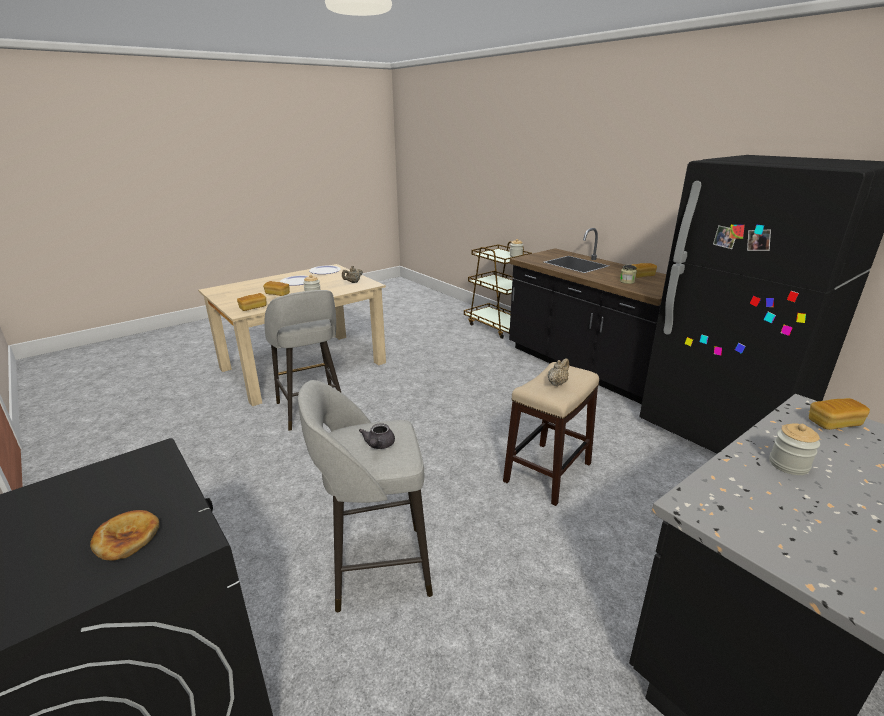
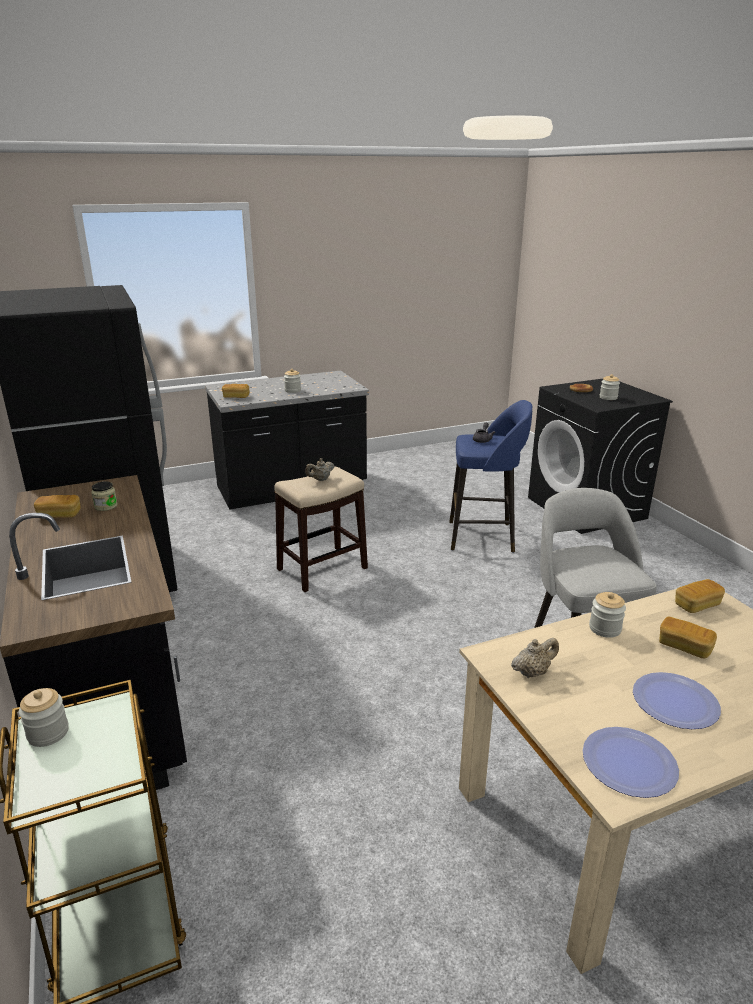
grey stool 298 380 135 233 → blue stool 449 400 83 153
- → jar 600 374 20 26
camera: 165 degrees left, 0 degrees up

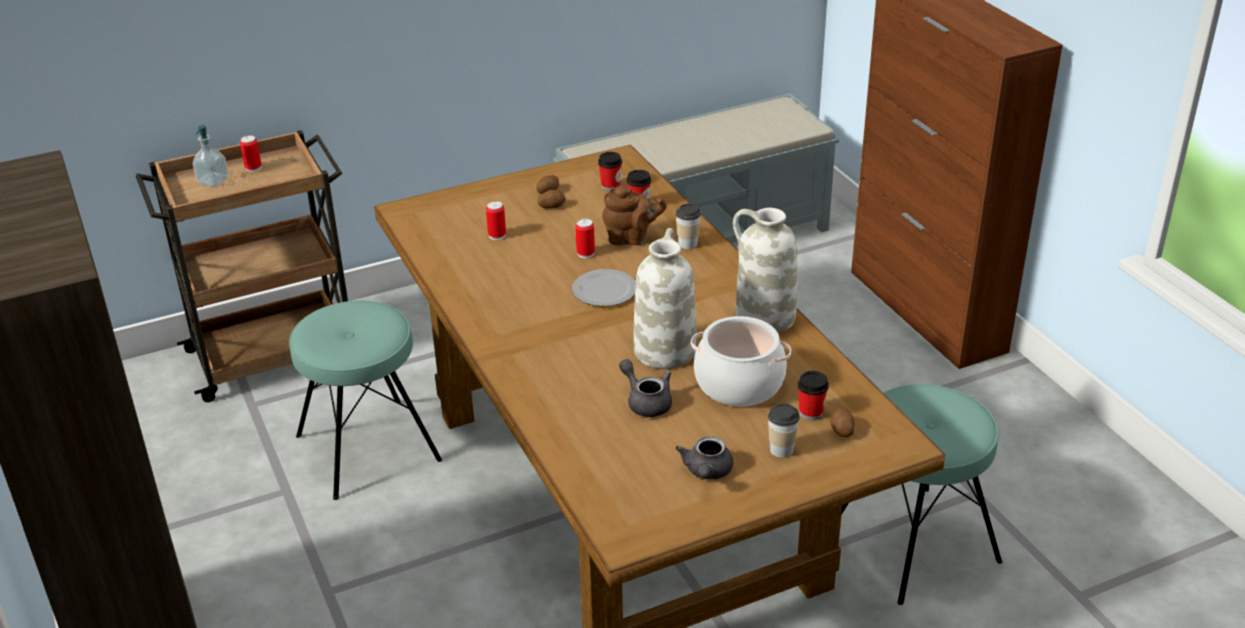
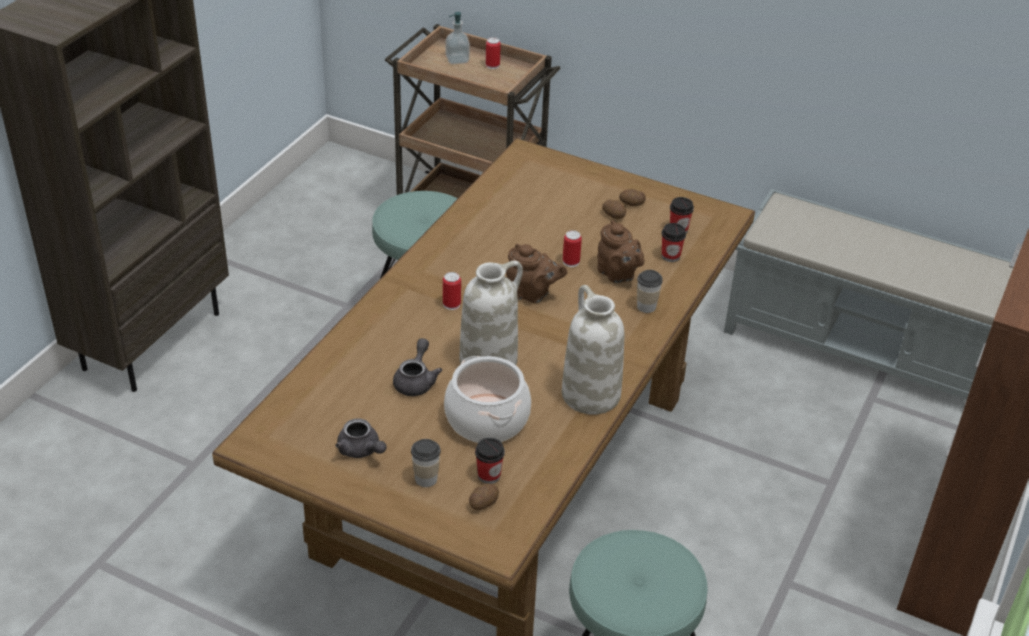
can 486 201 20 39 → can 443 272 18 38, moved
plate 572 269 64 37 → brown teapot 506 244 61 59
grey teapot 675 436 58 44 → grey teapot 335 418 52 40, 105 degrees counterclockwise
camera: 50 degrees right, 5 degrees up

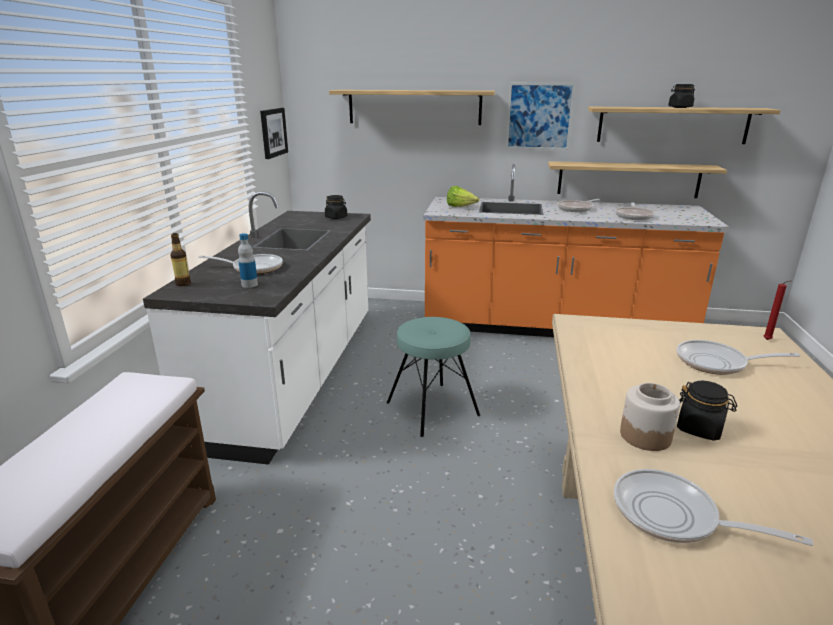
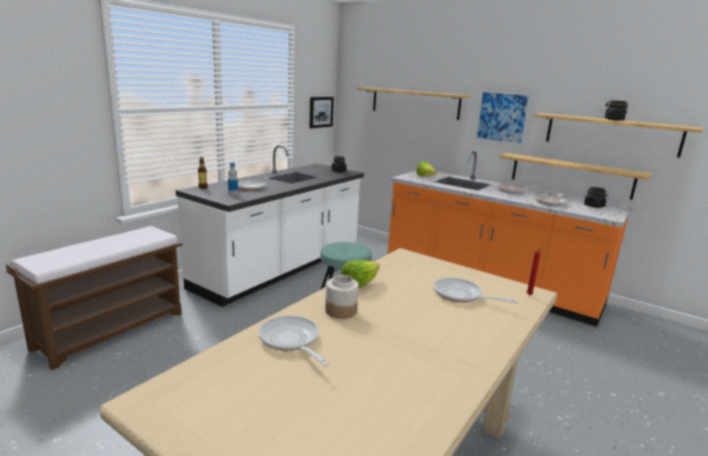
black jar 677 381 60 60 → black jar 584 187 24 21, moved
- → lettuce 341 260 39 28
camera: 25 degrees right, 5 degrees down

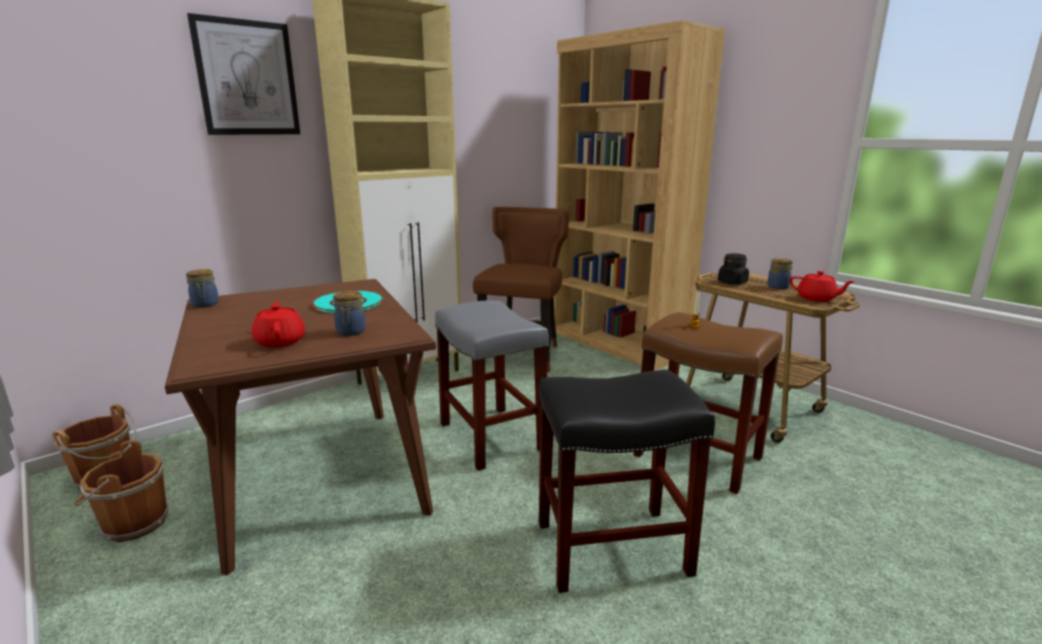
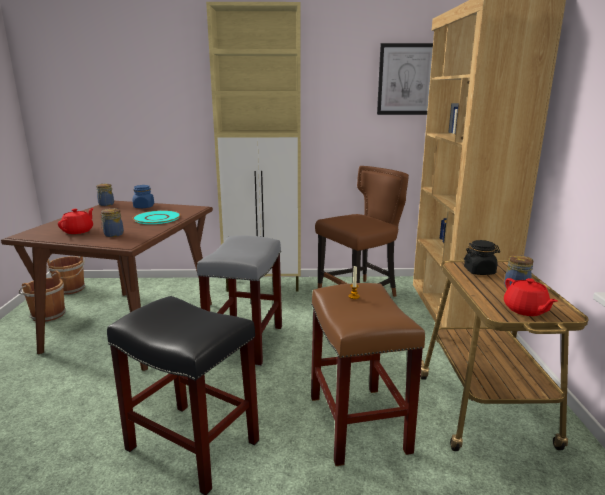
picture 187 13 113 122 → picture 377 43 56 72, moved
- → blue jar 133 185 21 23
camera: 40 degrees right, 0 degrees up

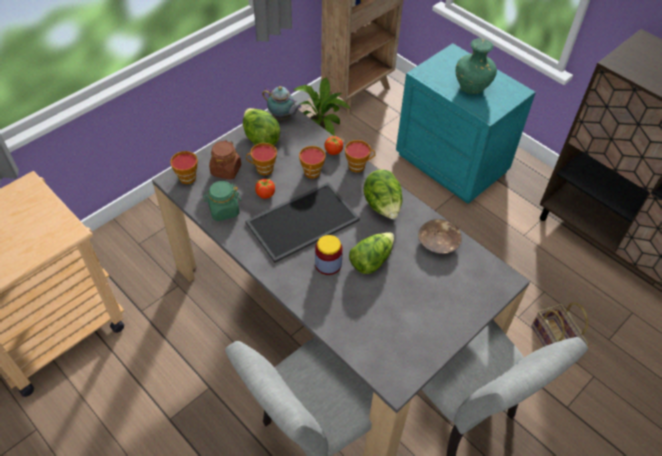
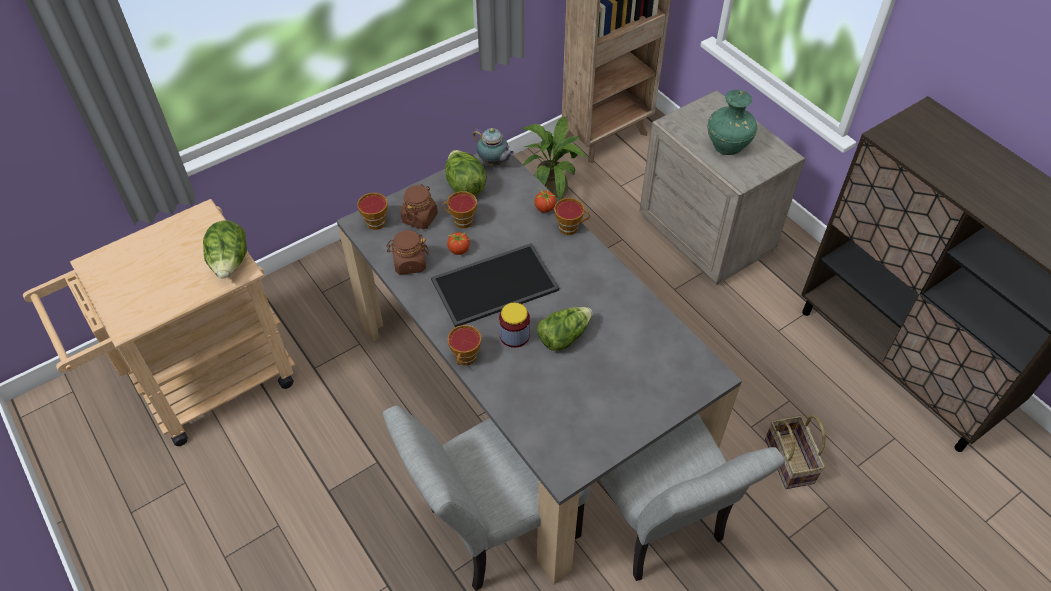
green jar 203 181 38 40 → brown jar 387 230 42 45
cup 299 146 27 33 → cup 447 325 35 41, moved
lettuce 363 169 39 50 → lettuce 203 221 44 58, moved
turquoise nightstand 396 43 140 161 → beige nightstand 639 90 166 195
brown bowl 418 219 44 35 → -
camera: 10 degrees right, 0 degrees up

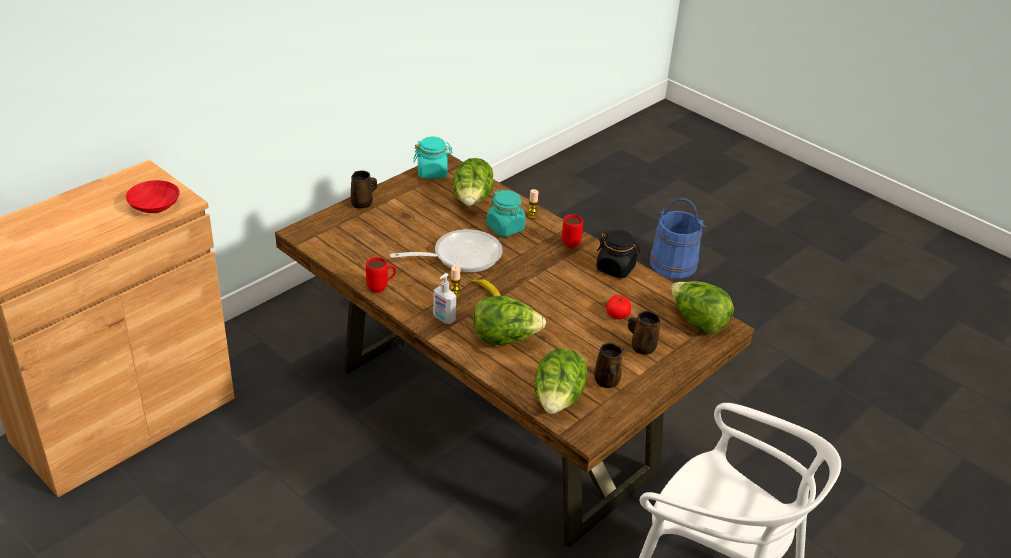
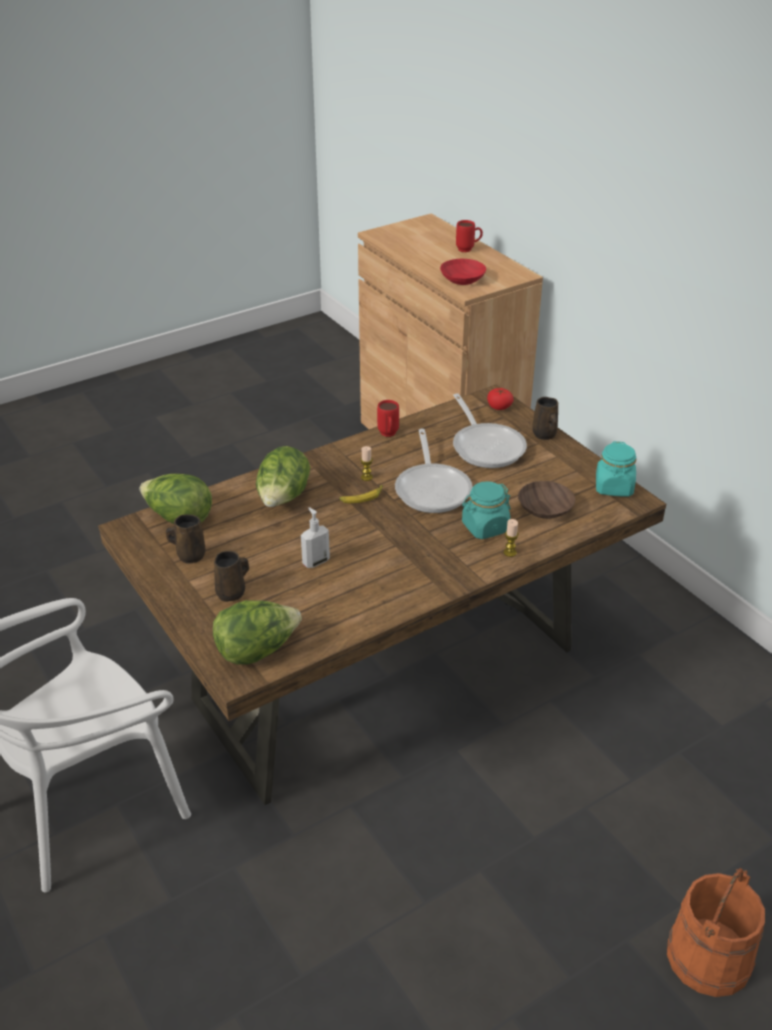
soap dispenser 433 273 23 51 → soap dispenser 301 507 29 61, moved
lettuce 453 158 41 48 → brown bowl 518 481 57 38
red mug 562 214 21 34 → red mug 456 220 27 32, moved
black jar 596 230 44 48 → -
tomato 606 295 25 24 → tomato 487 388 27 22, moved
blue bucket 650 198 56 81 → orange bucket 667 868 98 129
- → frying pan 453 393 74 75
camera: 105 degrees right, 0 degrees up

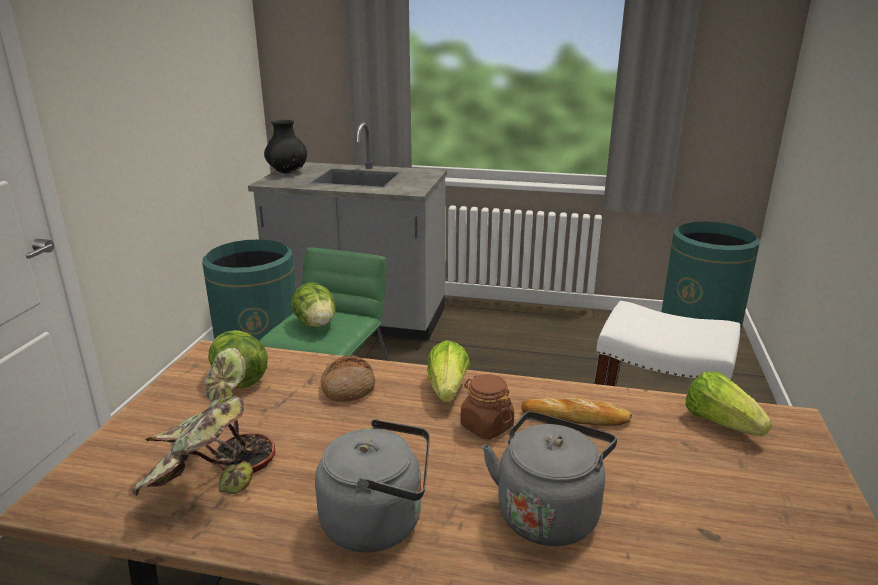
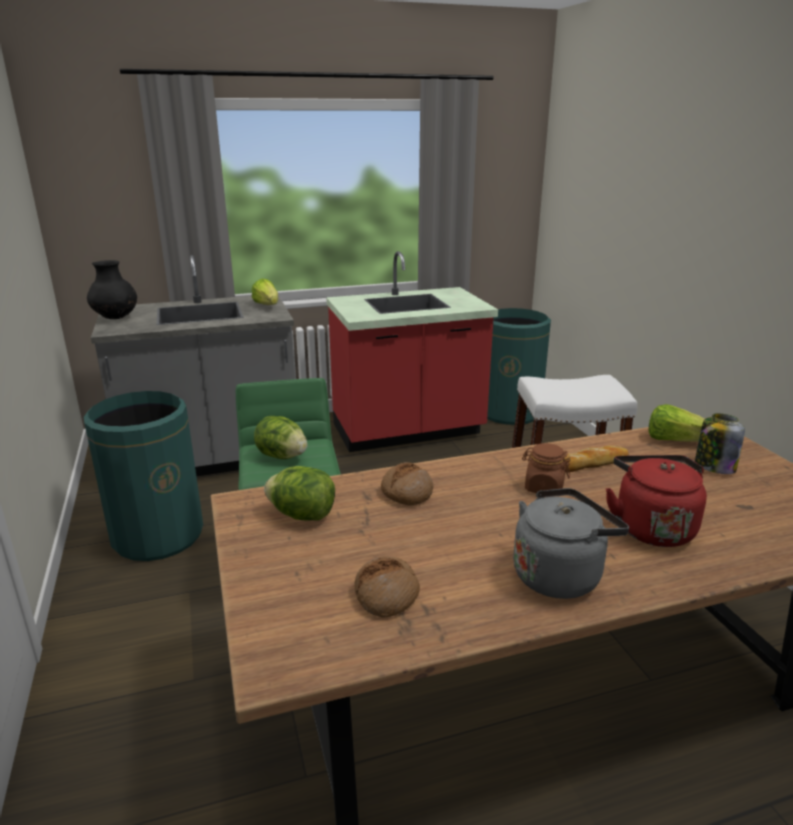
potted plant 132 348 144 148 → bread 354 556 66 62
lettuce 427 340 43 62 → lettuce 252 279 26 26, moved
grey kettle 482 411 135 135 → red kettle 606 455 101 92
- → red counter 326 251 172 201
- → jar 695 413 50 61
camera: 30 degrees left, 0 degrees up

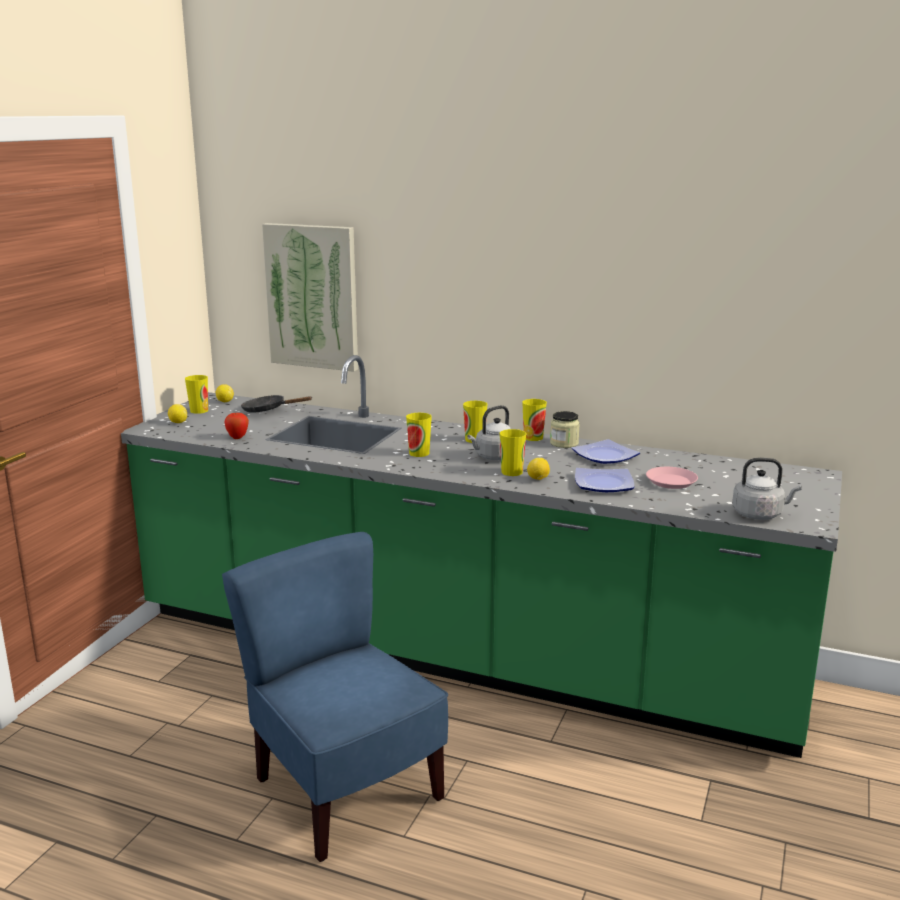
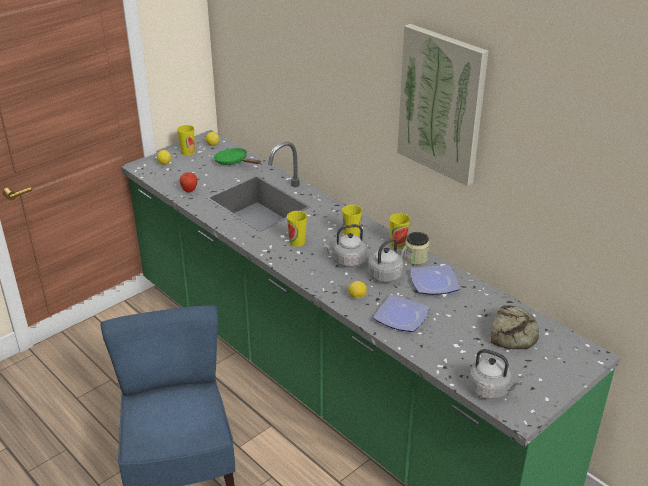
black frying pan 241 395 71 18 → green frying pan 214 148 47 17
picture 262 223 96 149 → picture 397 24 91 162, moved
cup 500 429 26 47 → -
pink plate 646 467 52 22 → -
- → grey kettle 368 238 39 45
- → bread 491 305 48 44
camera: 25 degrees right, 15 degrees up

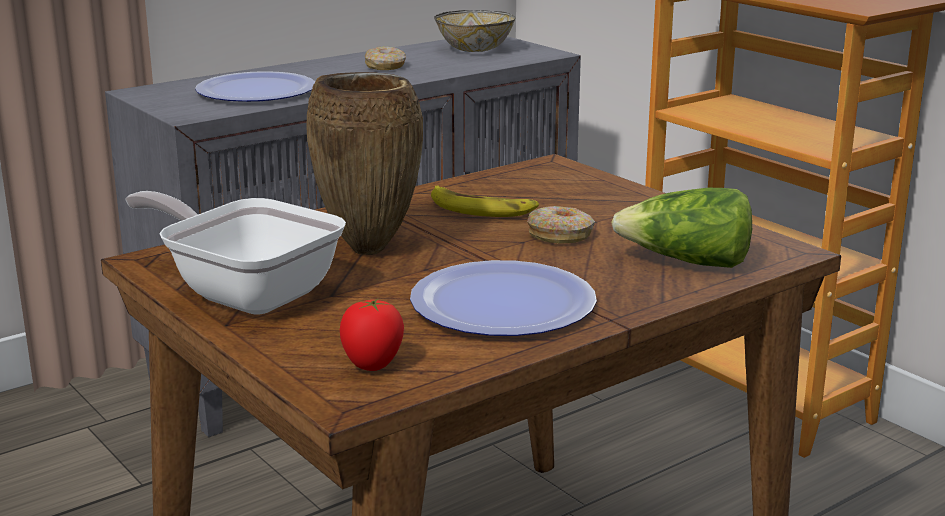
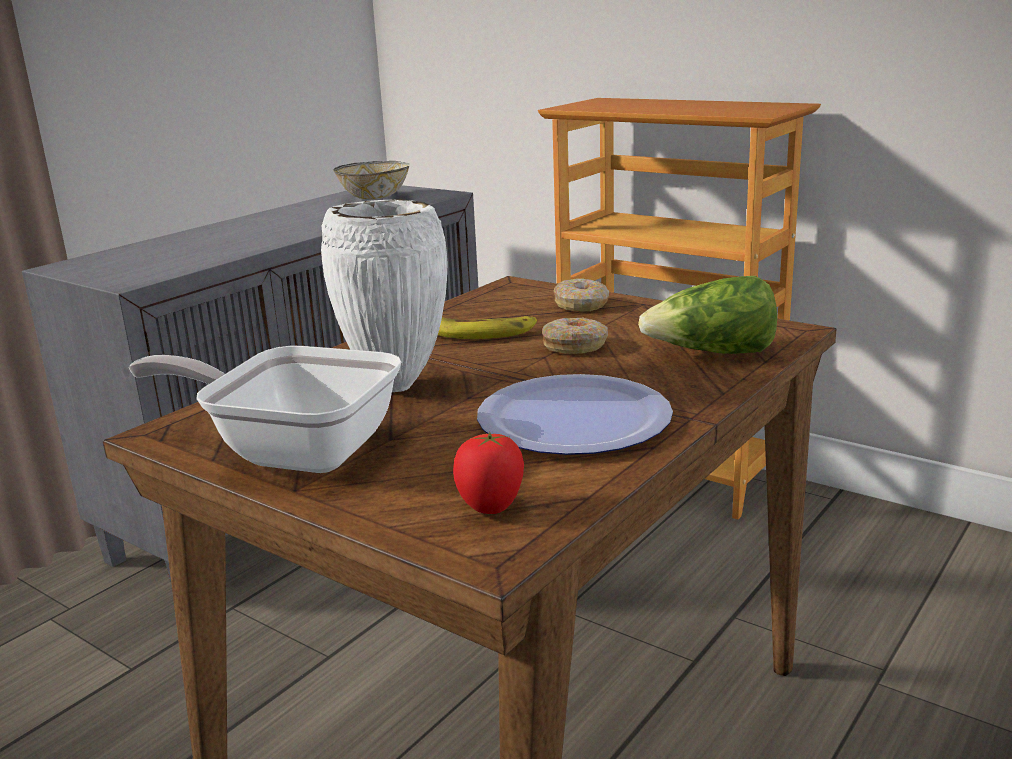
plate 195 71 120 31 → -
brown vase 306 72 117 183 → white vase 321 200 127 192
donut 365 47 41 23 → donut 554 278 55 34, moved
camera: 15 degrees left, 0 degrees up

